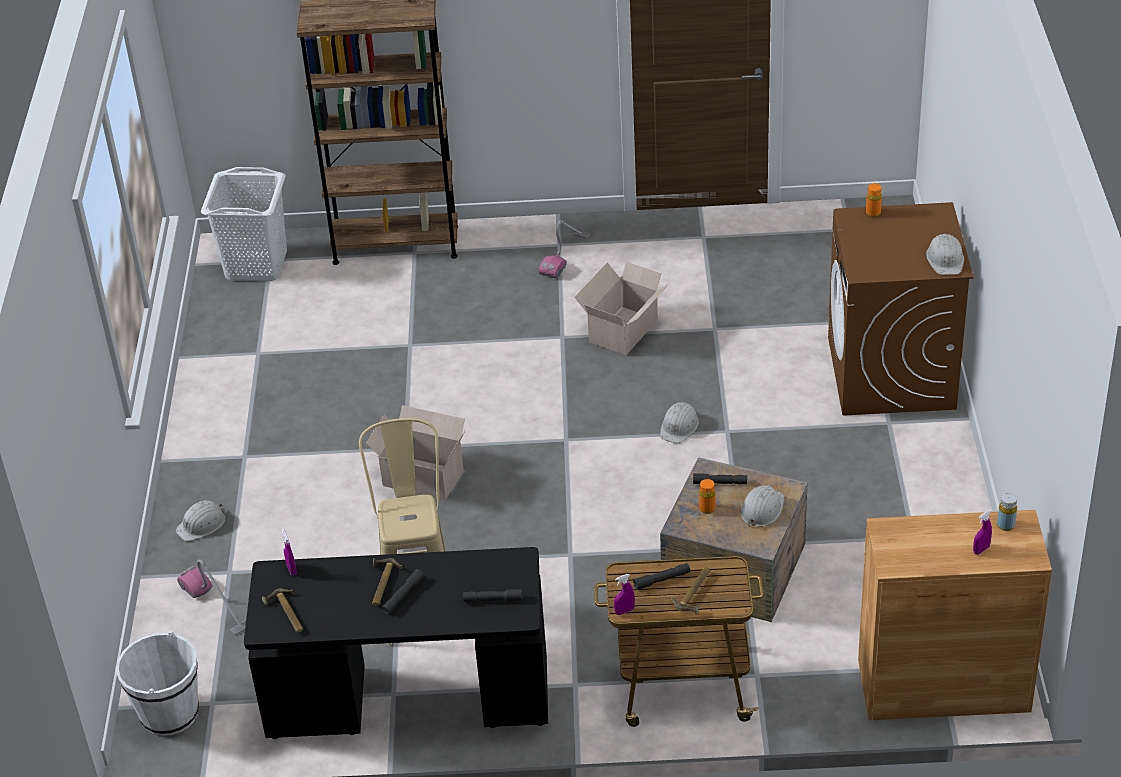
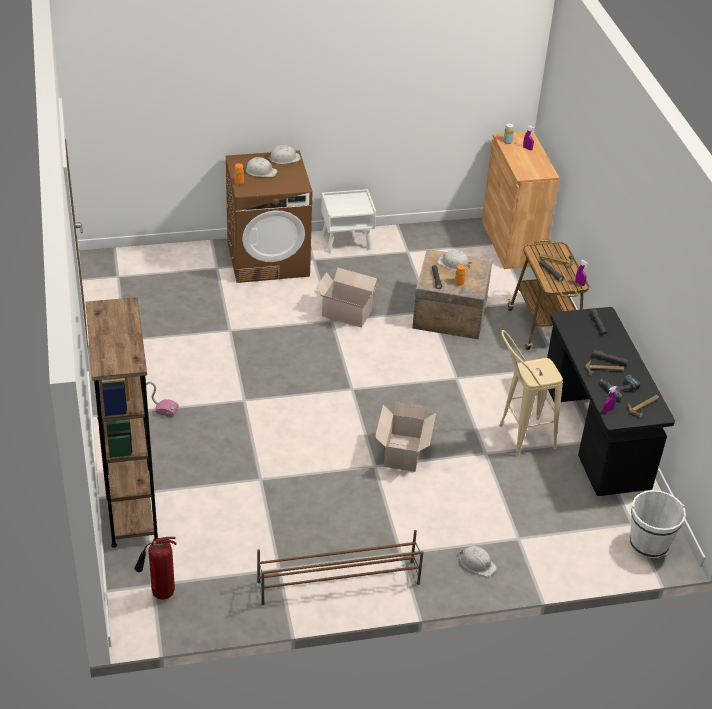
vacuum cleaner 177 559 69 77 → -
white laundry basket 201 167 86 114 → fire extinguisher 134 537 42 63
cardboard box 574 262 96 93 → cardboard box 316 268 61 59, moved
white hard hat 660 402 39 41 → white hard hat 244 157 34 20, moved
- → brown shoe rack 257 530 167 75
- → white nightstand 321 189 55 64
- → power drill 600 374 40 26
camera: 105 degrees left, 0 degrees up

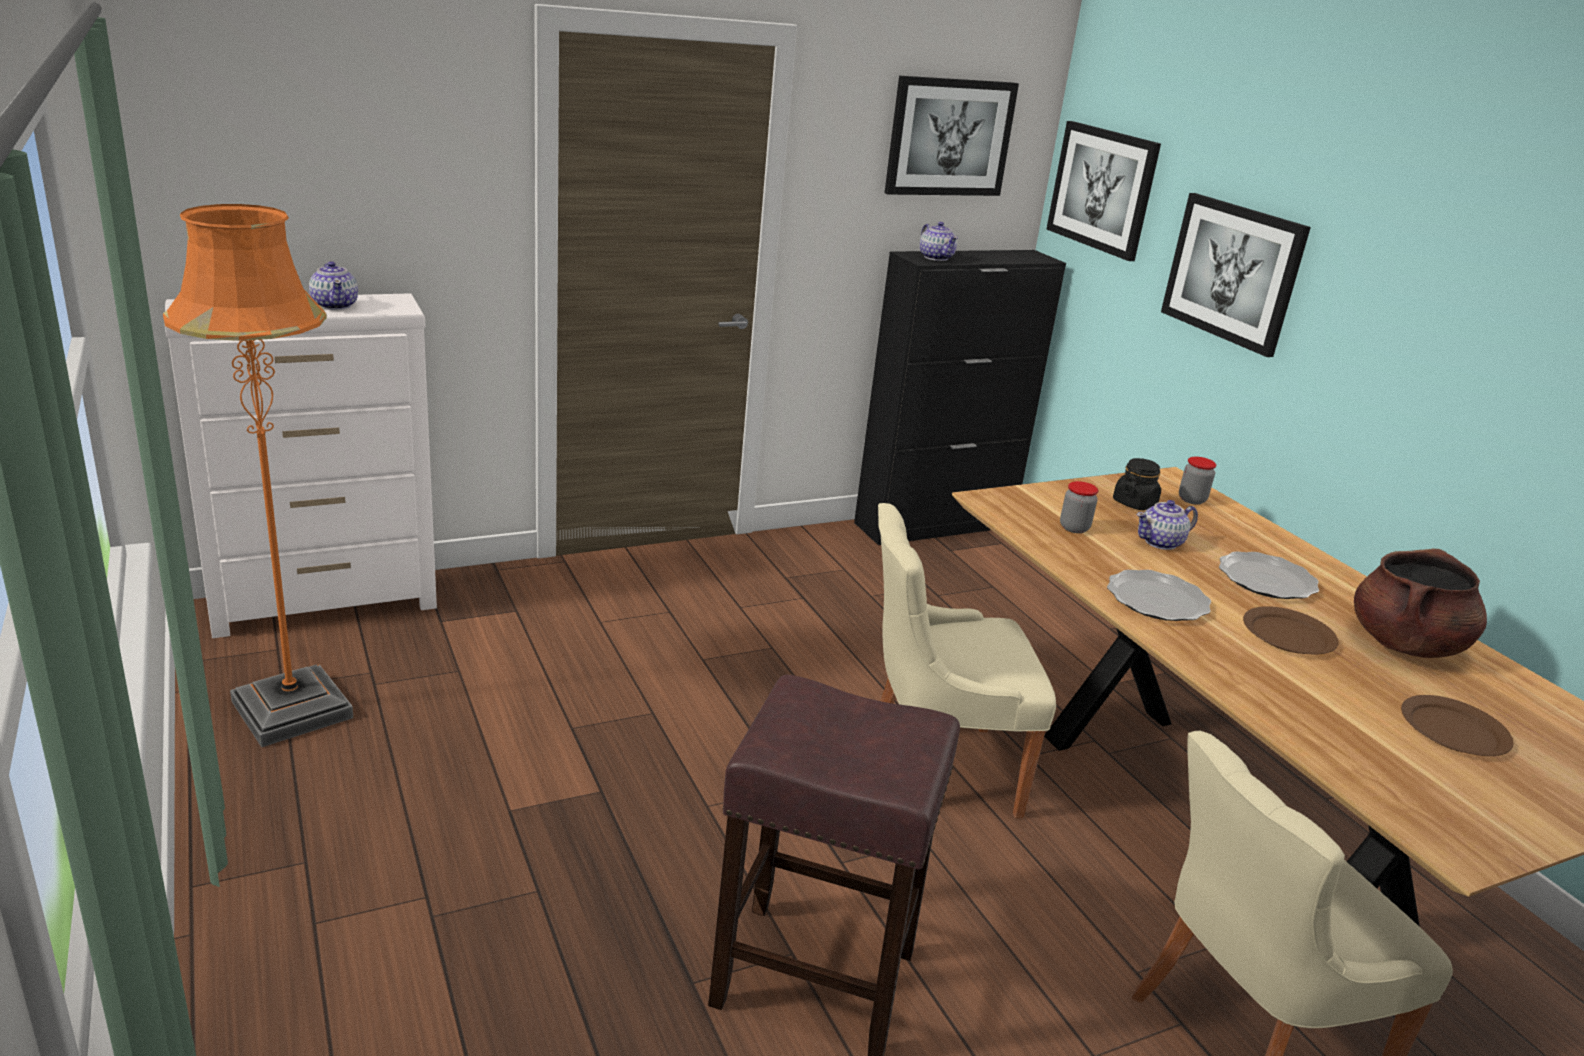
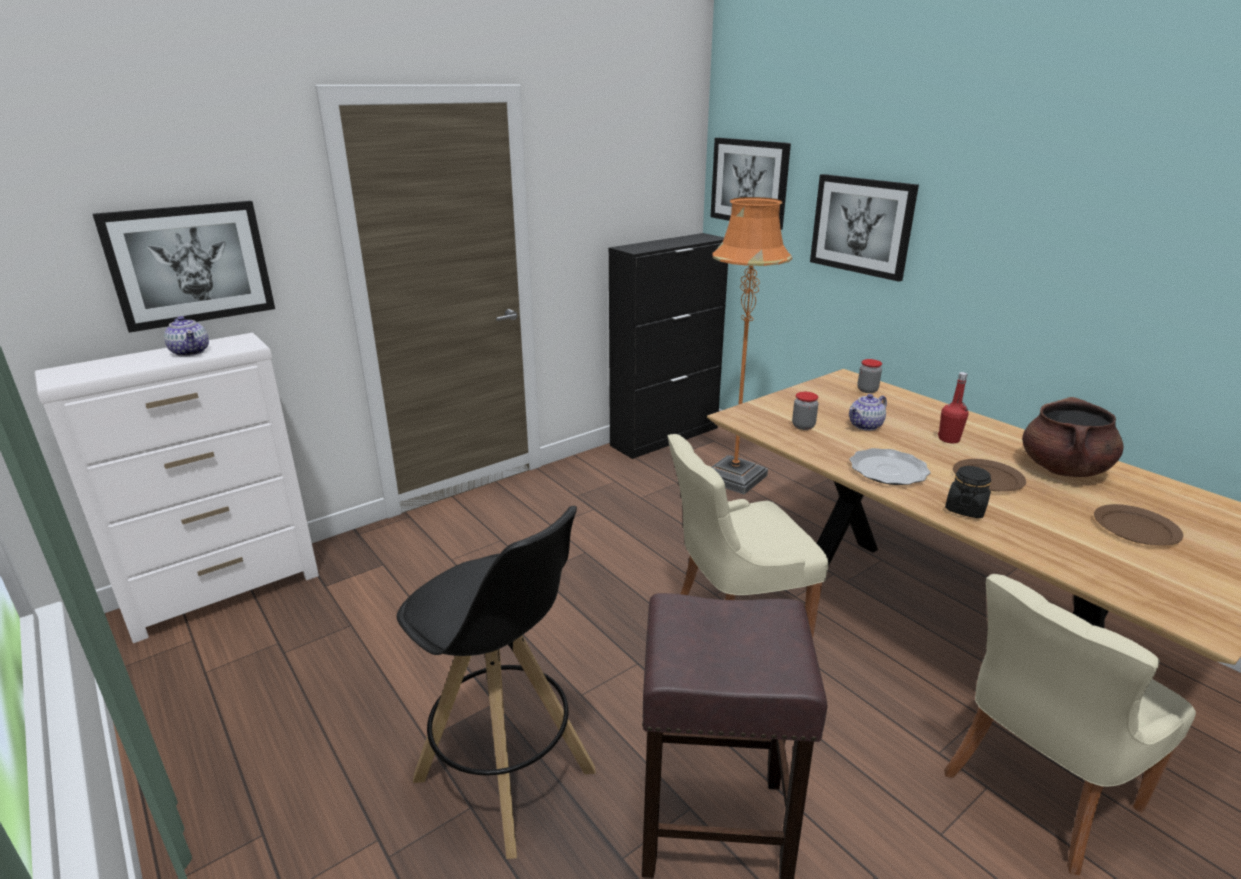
orange floor lamp 163 204 190 543 → orange floor lamp 711 197 81 298, moved
picture 885 76 134 120 → picture 93 201 182 132, moved
teapot 920 222 38 39 → -
black jar 1113 458 48 52 → black jar 945 466 46 52, moved
plate 1219 551 100 48 → red bottle 938 372 30 71
- → black stool 397 506 199 353
camera: 10 degrees left, 0 degrees up

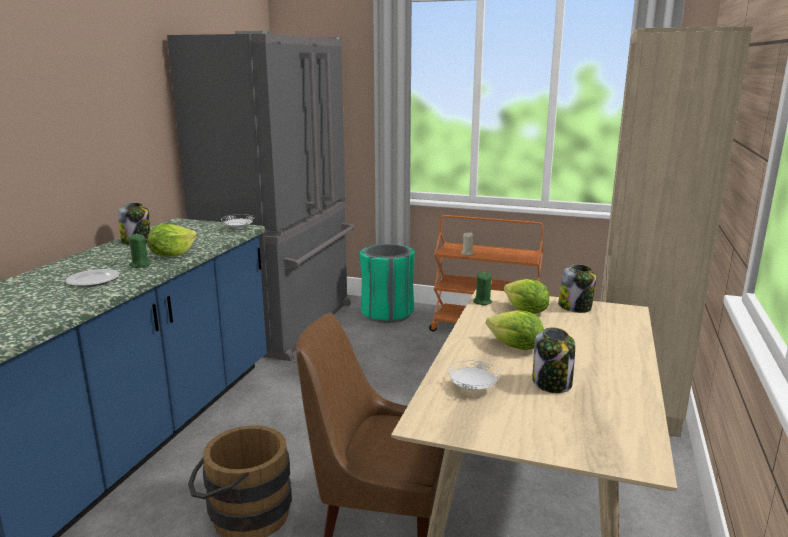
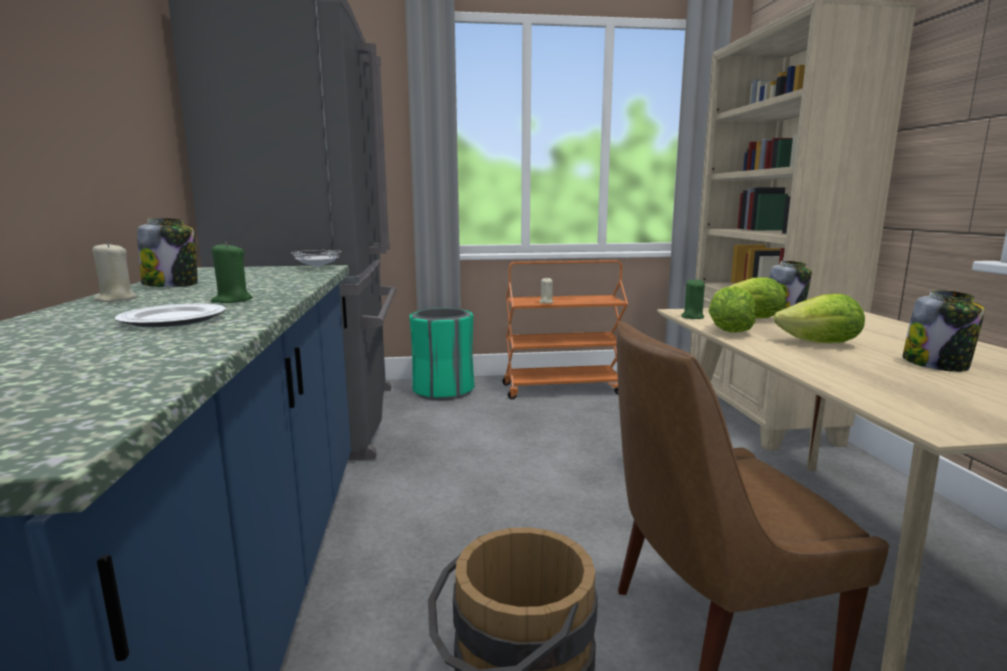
lettuce 147 224 50 33 → lettuce 709 286 47 47, moved
white plate 447 360 53 30 → -
- → beige candle 92 242 45 60
camera: 25 degrees left, 5 degrees down

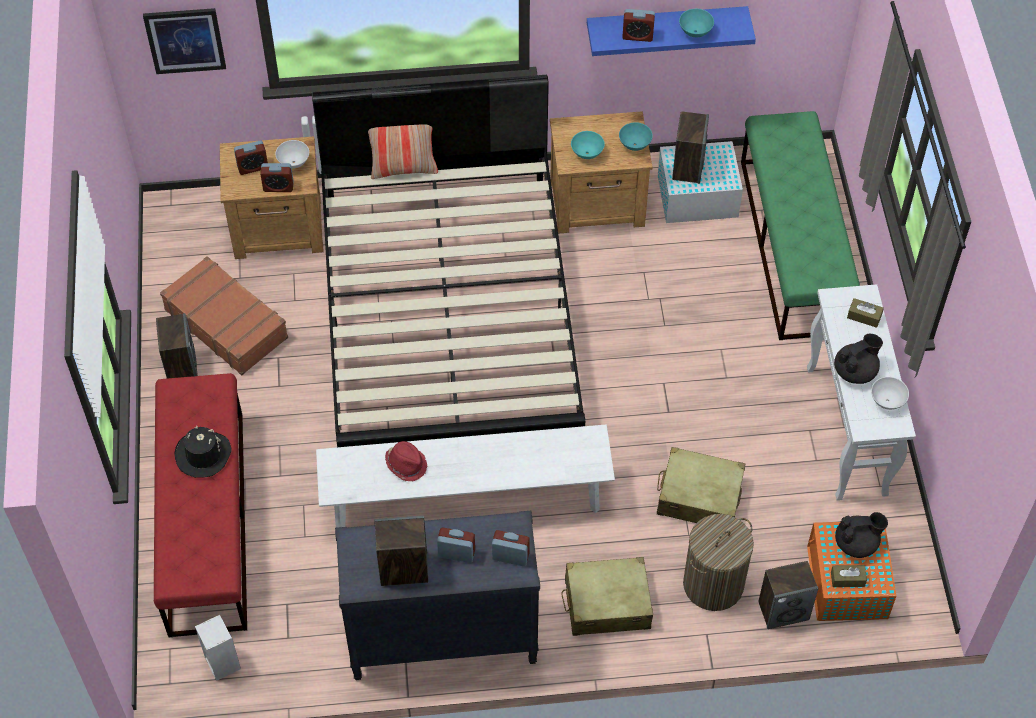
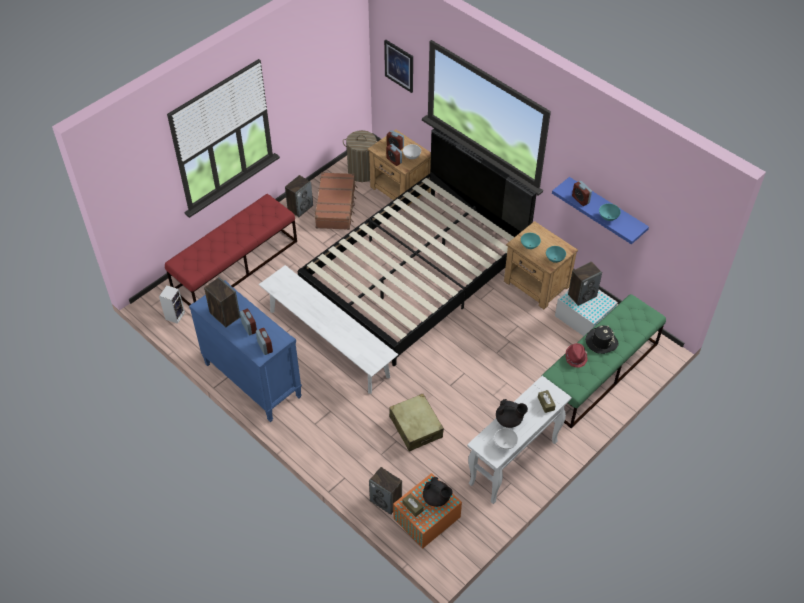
black hat 175 426 56 52 → black hat 585 325 34 29, moved
black dresser 335 511 205 169 → blue dresser 189 281 113 141
pillow 368 124 70 55 → -
red hat 385 441 42 40 → red hat 566 343 22 25, moved
beige suitcase 561 557 92 79 → -
laundry basket 683 514 71 97 → laundry basket 343 130 34 52, moved
camera: 50 degrees right, 5 degrees down

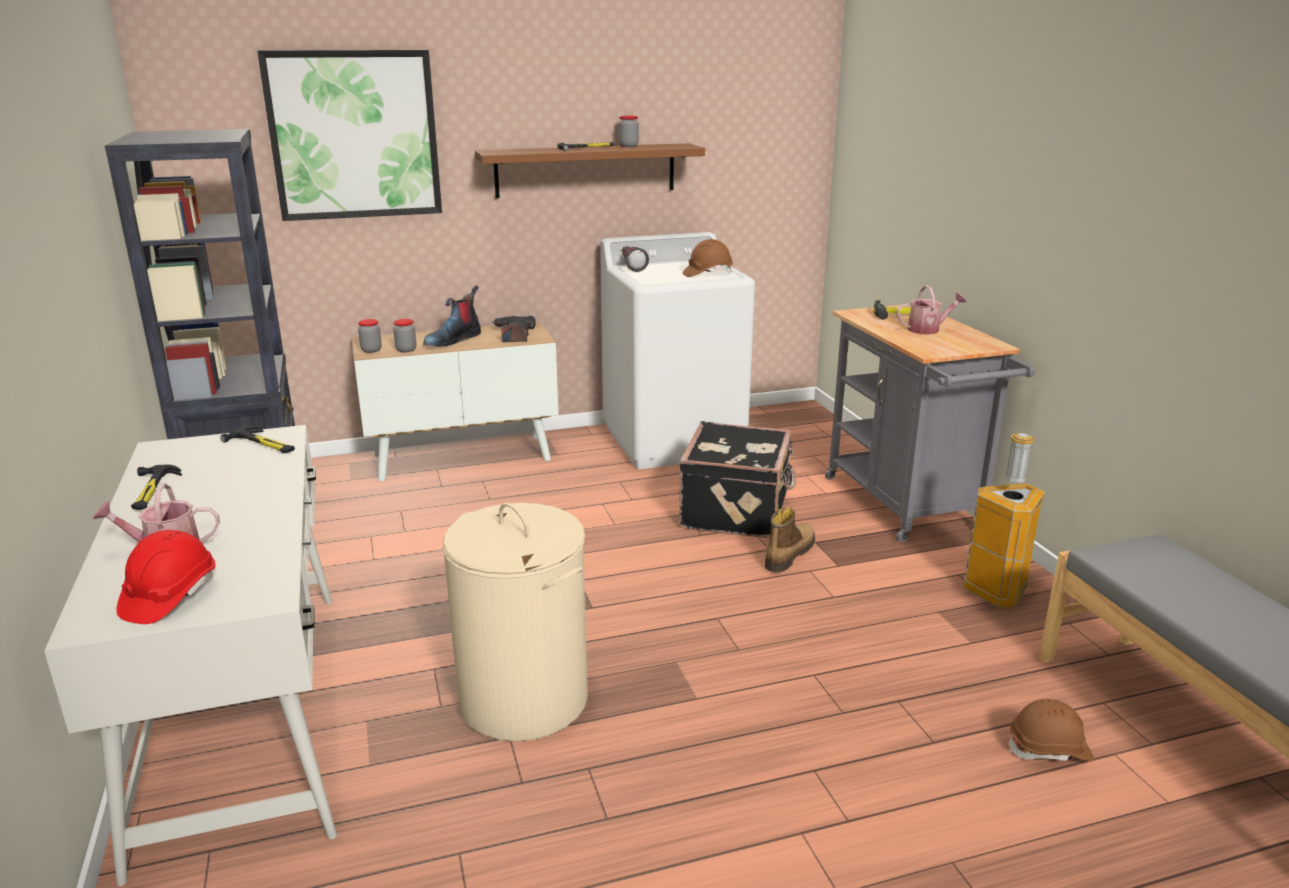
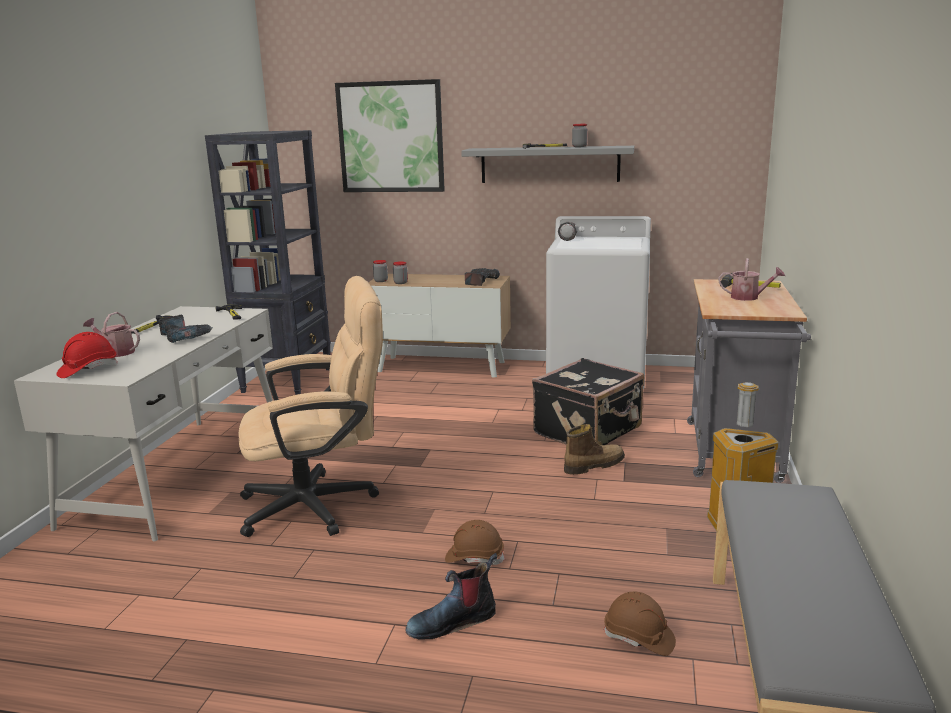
boot 423 286 58 61 → boot 405 553 92 87, moved
beige laundry basket 443 503 145 238 → beige office chair 239 276 144 261
brown shelf 475 143 230 55 → grey shelf 461 146 173 37
brown hard hat 682 239 51 38 → brown hard hat 445 520 60 45, moved
- → power drill 159 315 54 28
camera: 30 degrees right, 5 degrees down

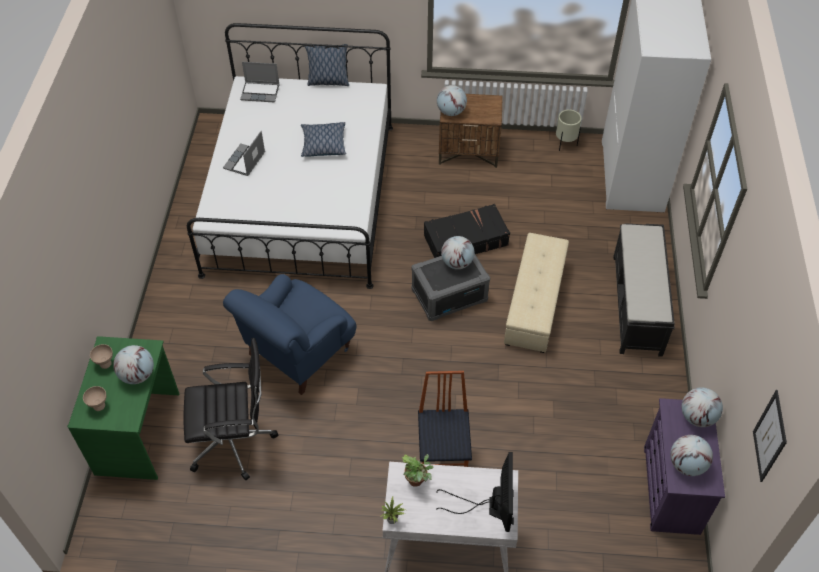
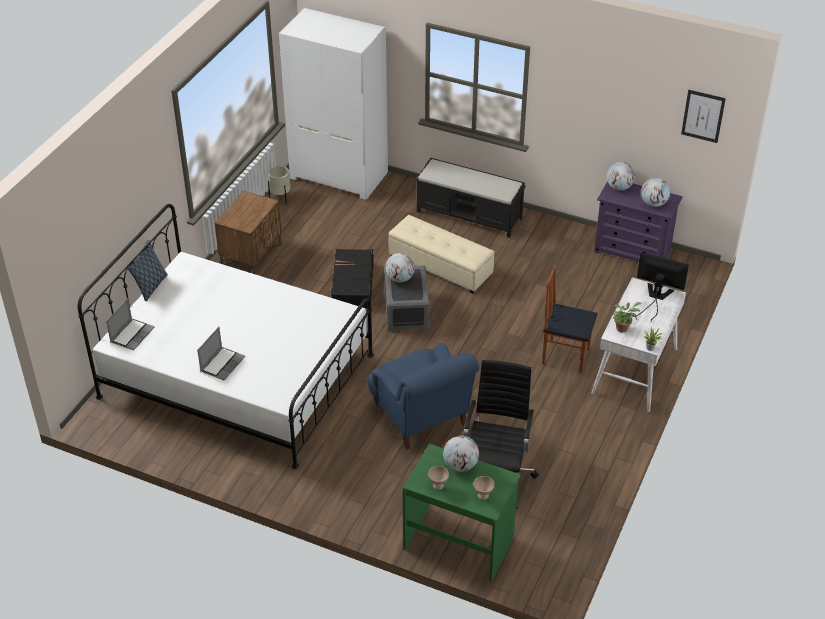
laptop 223 131 42 45 → laptop 197 327 48 54, 105 degrees counterclockwise
pillow 301 122 45 35 → -
globe 437 85 30 31 → -
camera: 70 degrees left, 10 degrees down

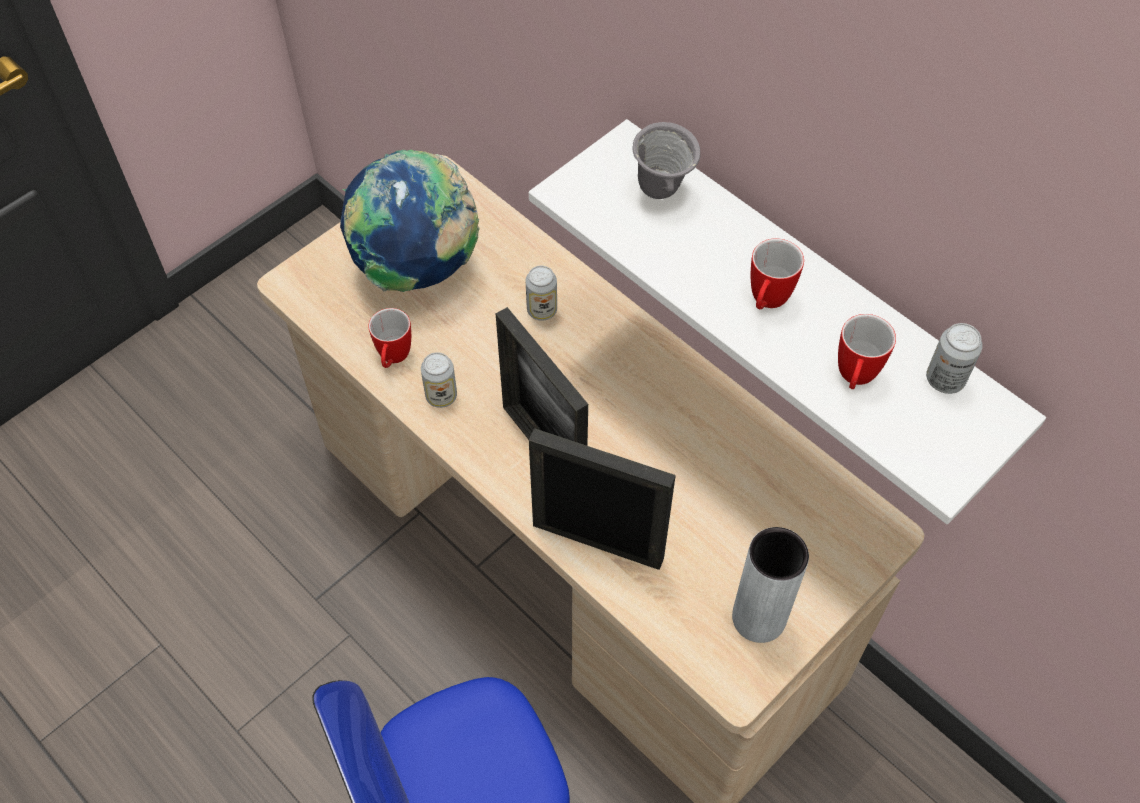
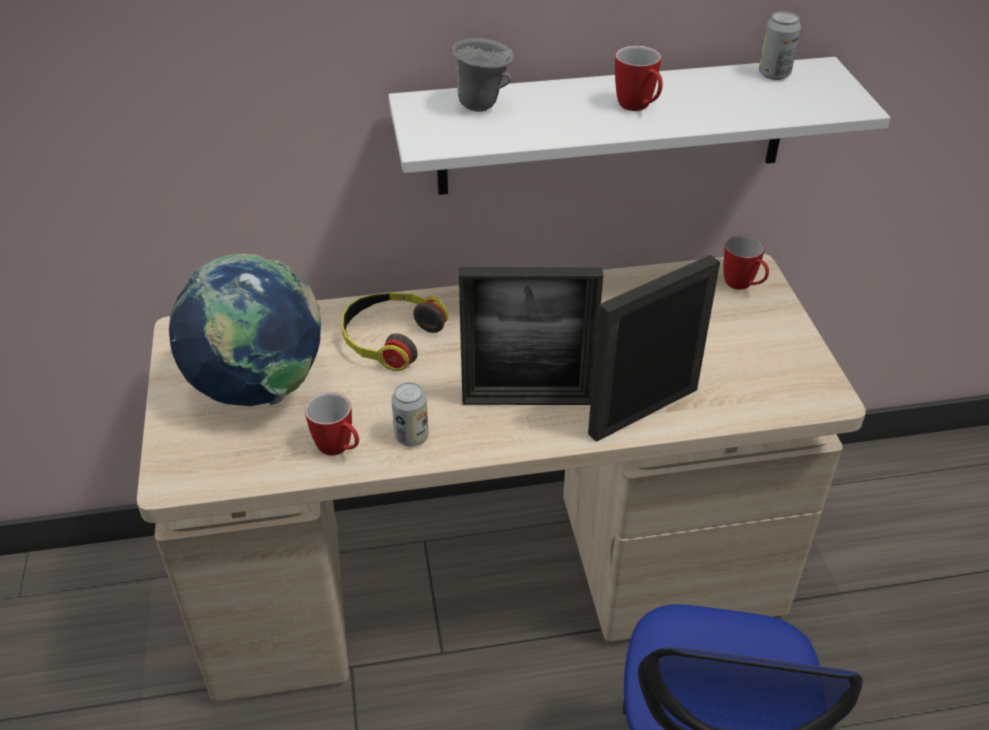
can 526 266 31 55 → headphones 341 292 107 79
grey vase 732 527 77 116 → -
mug 838 314 58 75 → mug 723 235 46 55, moved
camera: 55 degrees left, 15 degrees down

